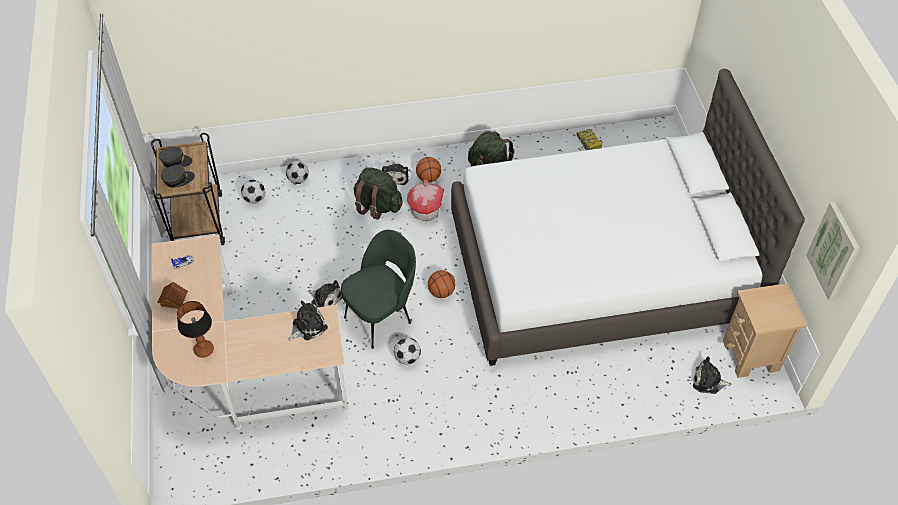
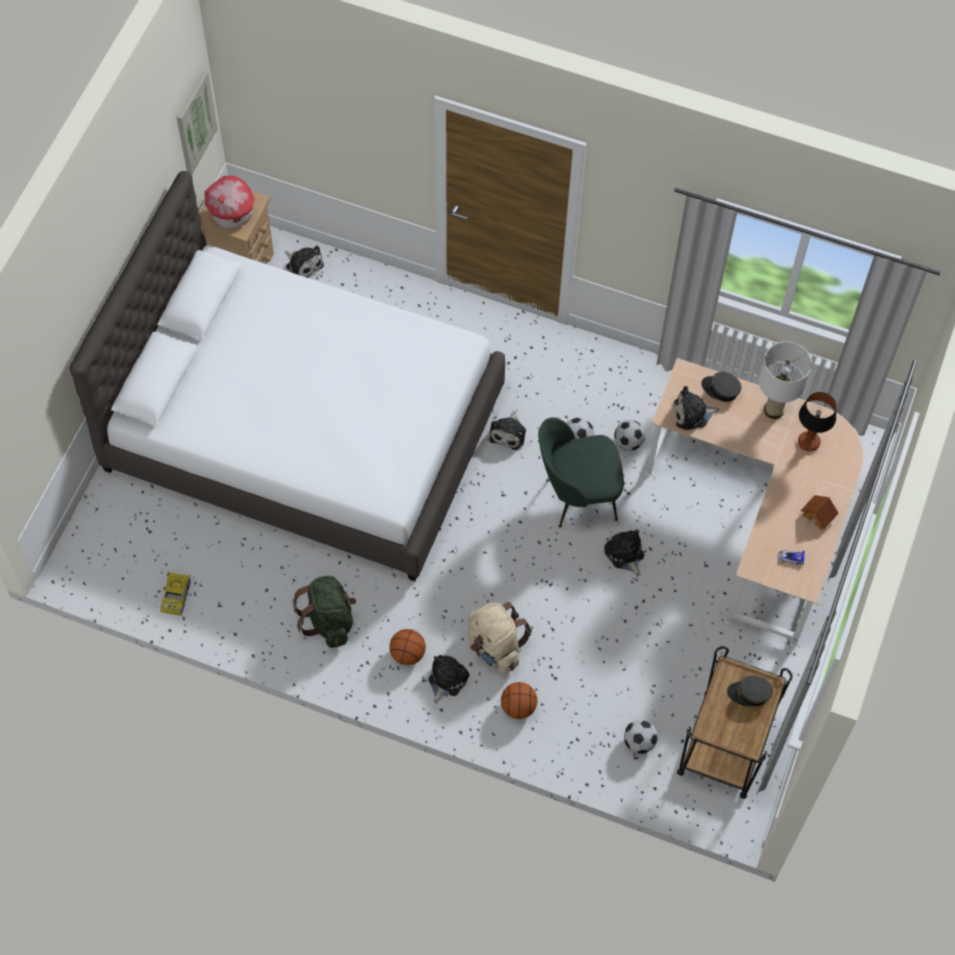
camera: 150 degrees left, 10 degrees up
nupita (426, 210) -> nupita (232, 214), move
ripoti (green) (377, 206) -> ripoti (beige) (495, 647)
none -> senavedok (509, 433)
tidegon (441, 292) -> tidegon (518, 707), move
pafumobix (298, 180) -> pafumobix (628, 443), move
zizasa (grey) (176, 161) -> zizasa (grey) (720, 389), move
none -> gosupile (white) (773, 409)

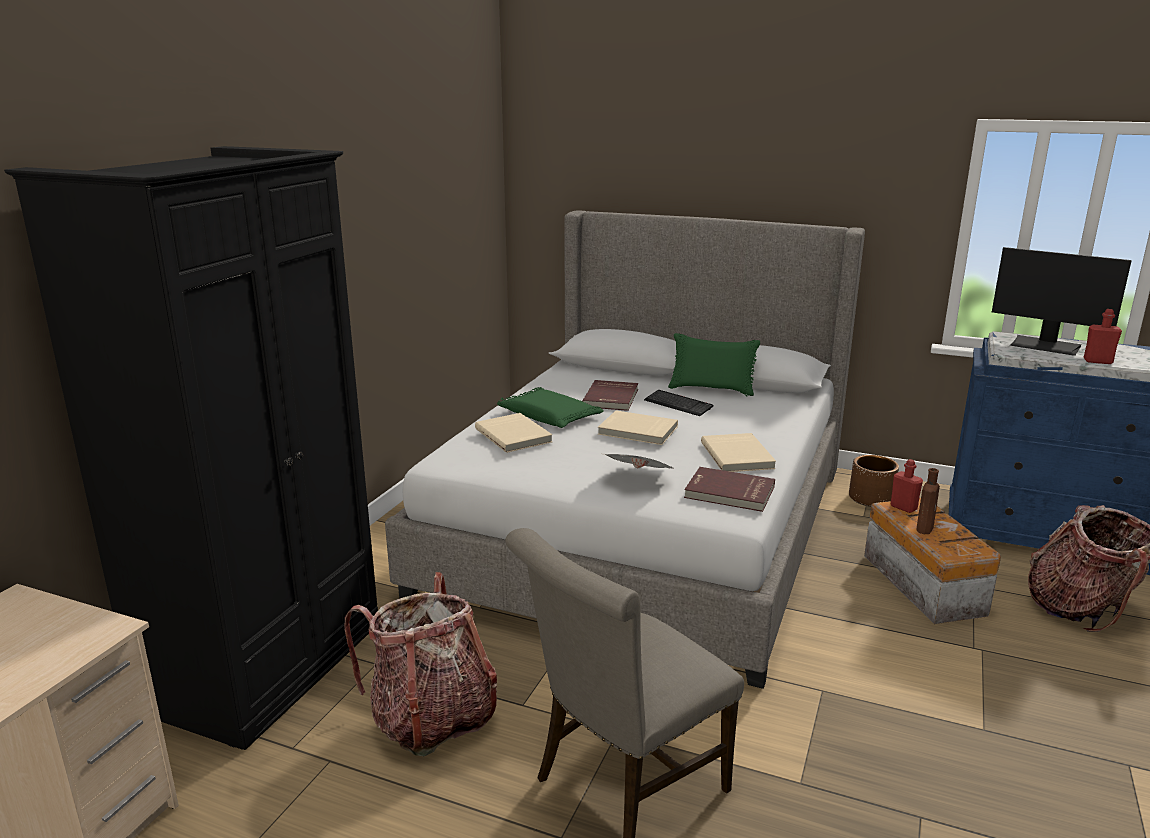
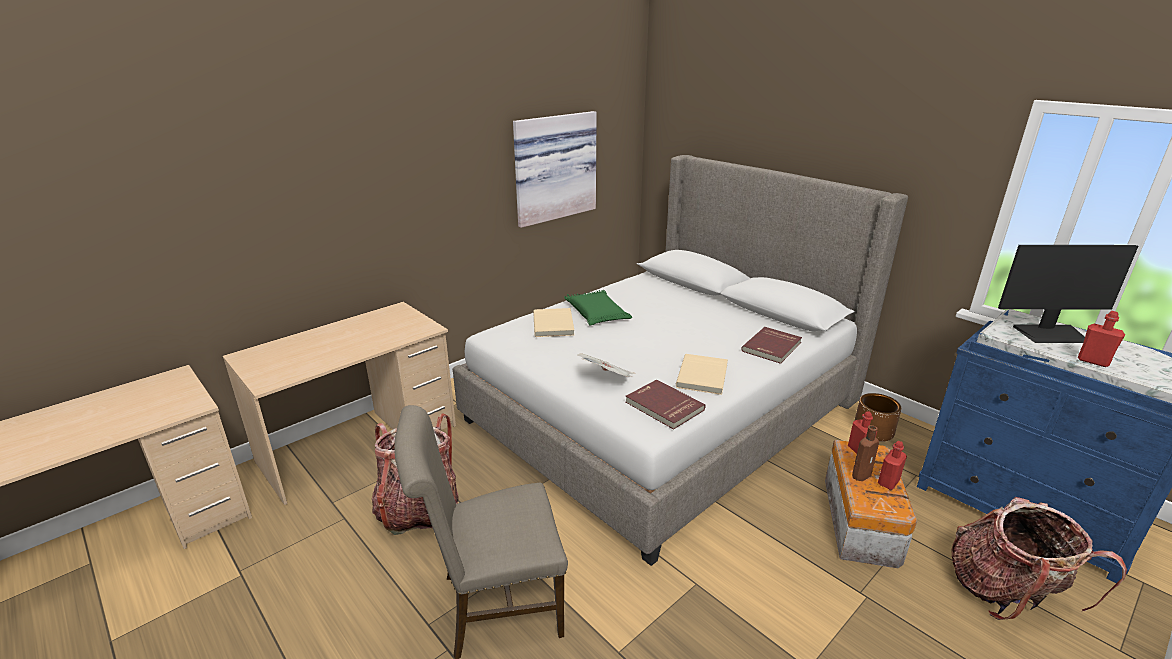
camera: 25 degrees right, 5 degrees up
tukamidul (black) (267, 665) -> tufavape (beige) (360, 444)
none -> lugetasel (553, 167)
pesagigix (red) (612, 398) -> pesagigix (red) (772, 347), move
none -> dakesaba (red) (888, 482)
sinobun (1046, 345) -> sinobun (1052, 333), 60 degrees counterclockwise
pesagigix (beige) (637, 431) -> none
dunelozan (678, 404) -> none
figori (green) (711, 389) -> none

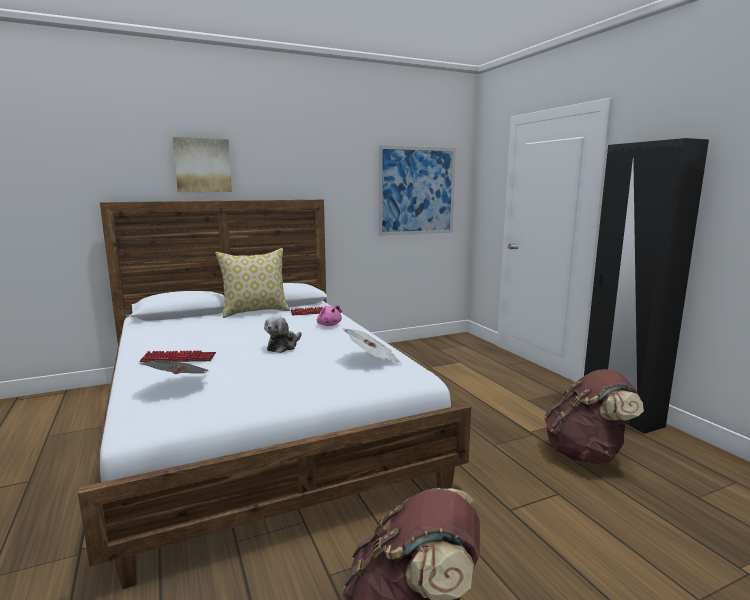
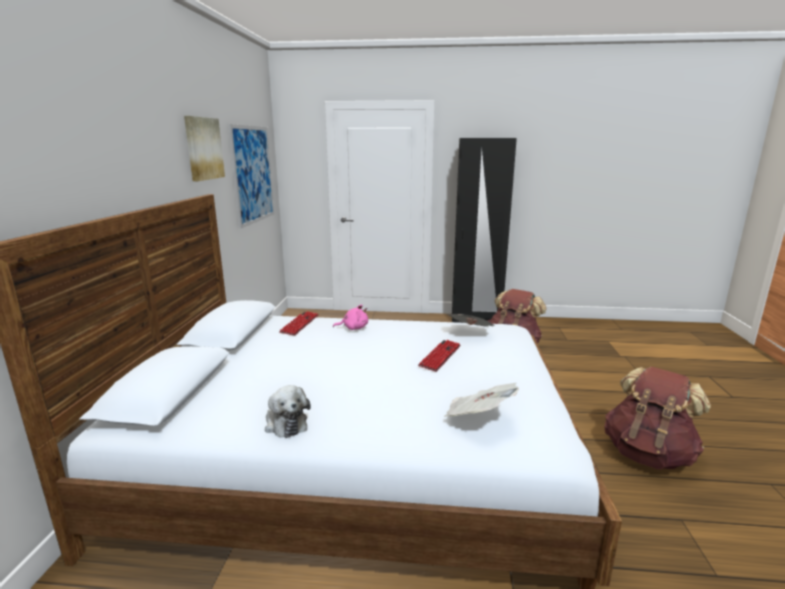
camera: 60 degrees left, 5 degrees up
lugetasel (202, 165) -> lugetasel (203, 148), move
senavedok (283, 346) -> senavedok (285, 423), move
dunelozan (178, 358) -> dunelozan (440, 356), move
figori (255, 312) -> none

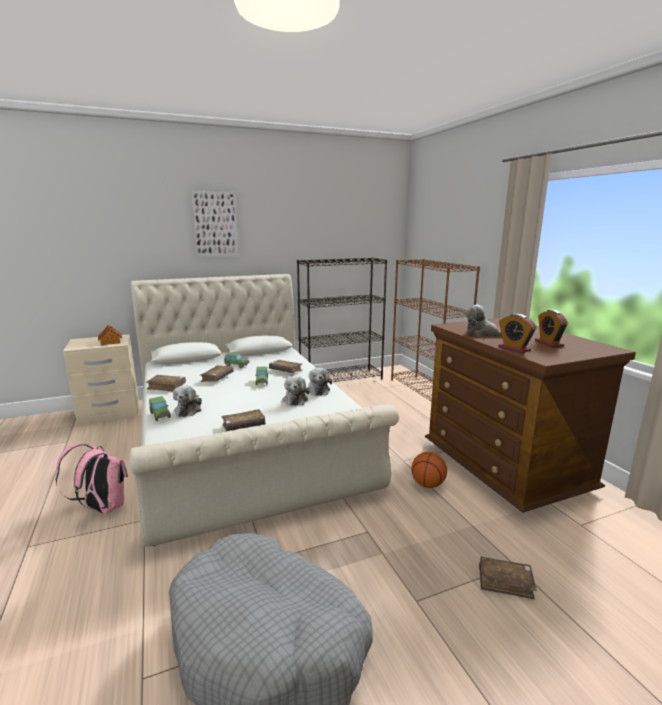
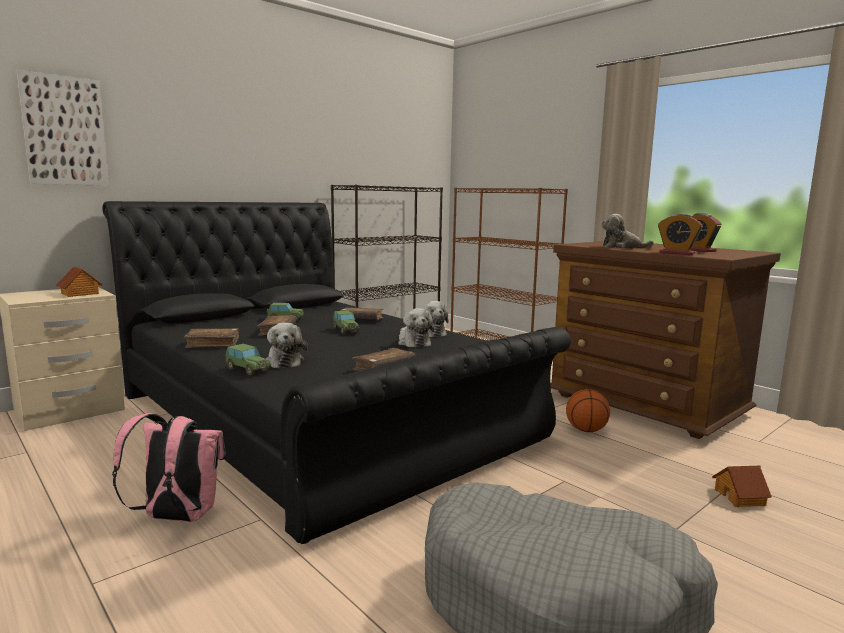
camera: 20 degrees left, 5 degrees down
lugetasel (215, 224) -> lugetasel (64, 131), move
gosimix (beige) (244, 438) -> gosimix (black) (318, 415)
pesagigix (brown) (505, 582) -> nupita (740, 497)

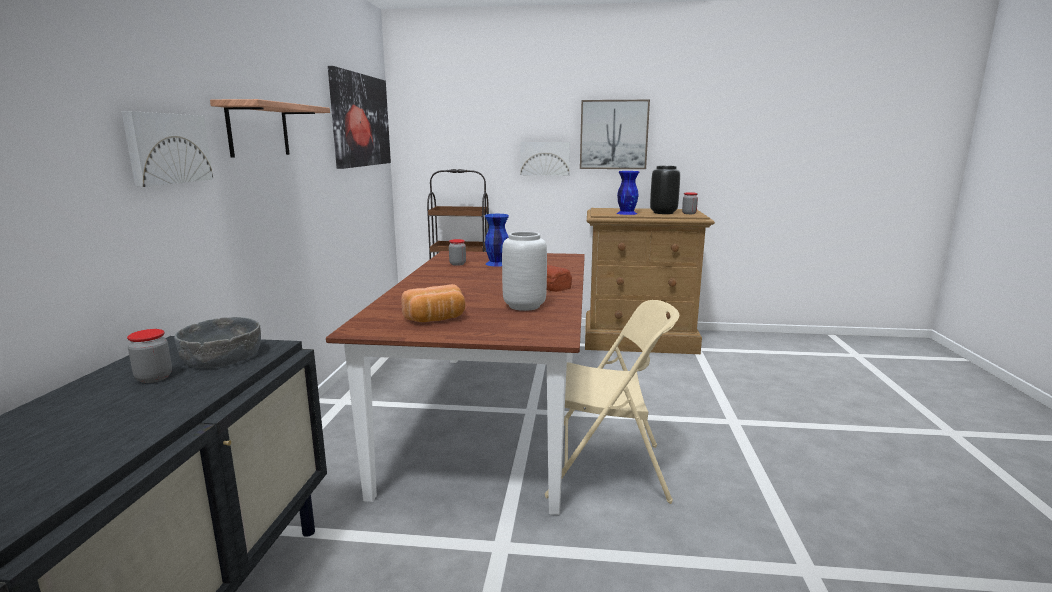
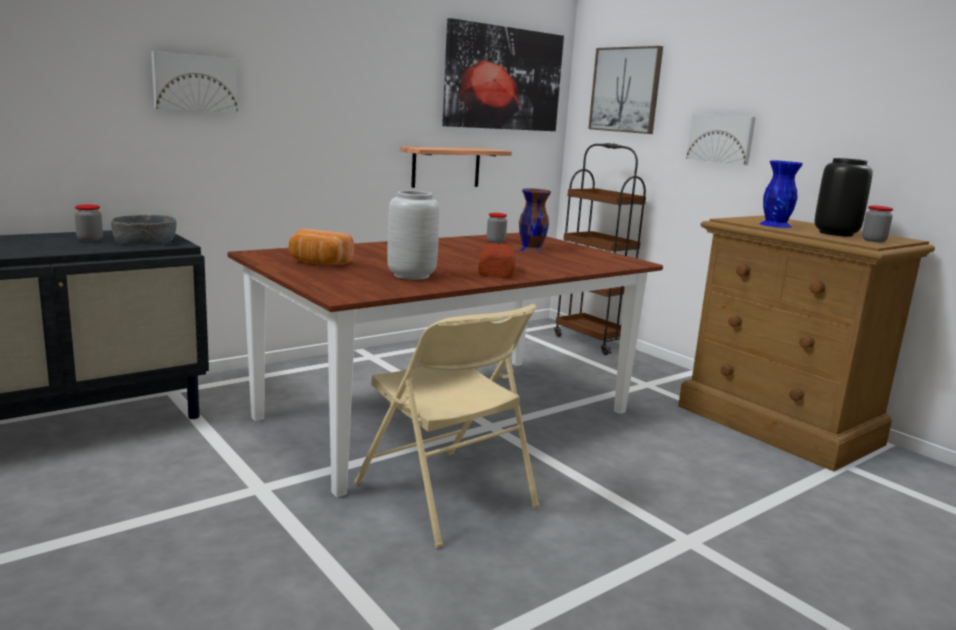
camera: 45 degrees right, 0 degrees up
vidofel (258, 130) -> vidofel (446, 167), move
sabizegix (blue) (497, 263) -> sabizegix (brown) (531, 249)
lugetasel (613, 135) -> lugetasel (625, 90), move

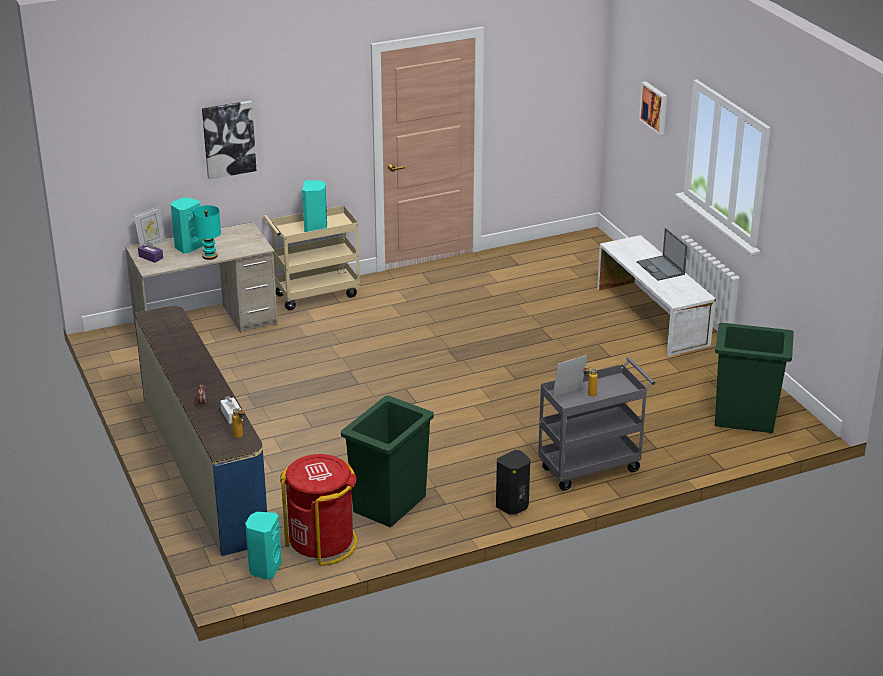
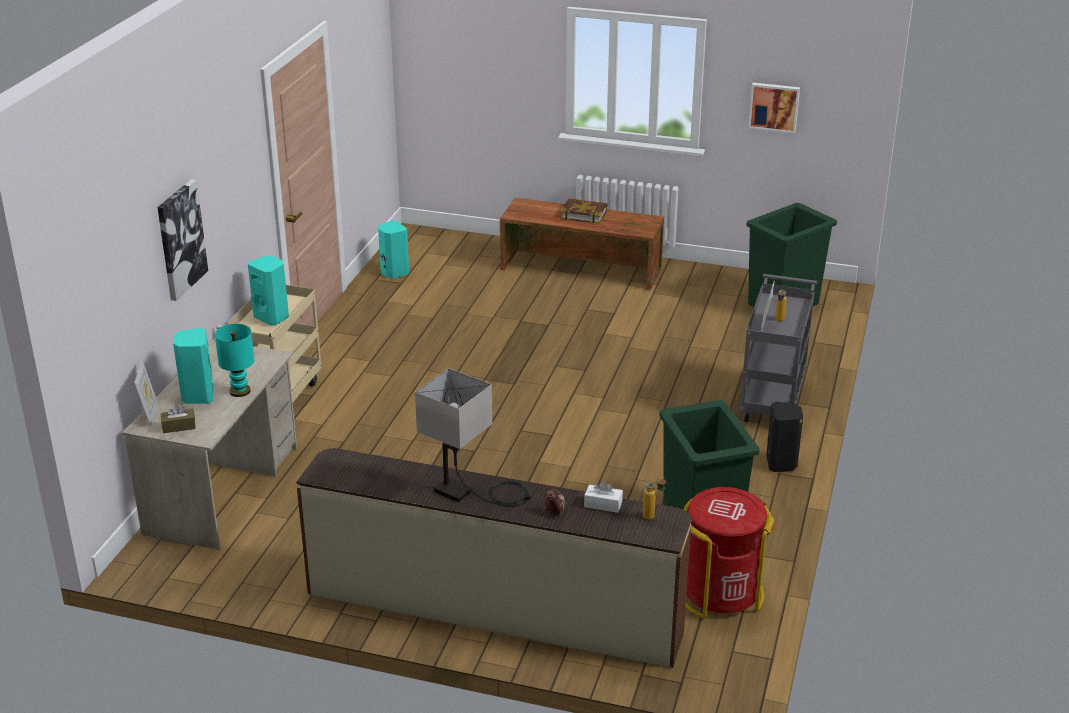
camera: 50 degrees left, 0 degrees up
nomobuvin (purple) (151, 257) -> nomobuvin (brown) (179, 426)
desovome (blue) (204, 466) -> desovome (brown) (494, 609)
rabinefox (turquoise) (264, 569) -> rabinefox (turquoise) (393, 273), move
none -> gosupile (476, 494)
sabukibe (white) (653, 316) -> sabukibe (brown) (582, 268)
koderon (661, 268) -> pesagigix (584, 214)
lugetasel (655, 107) -> lugetasel (774, 107), move

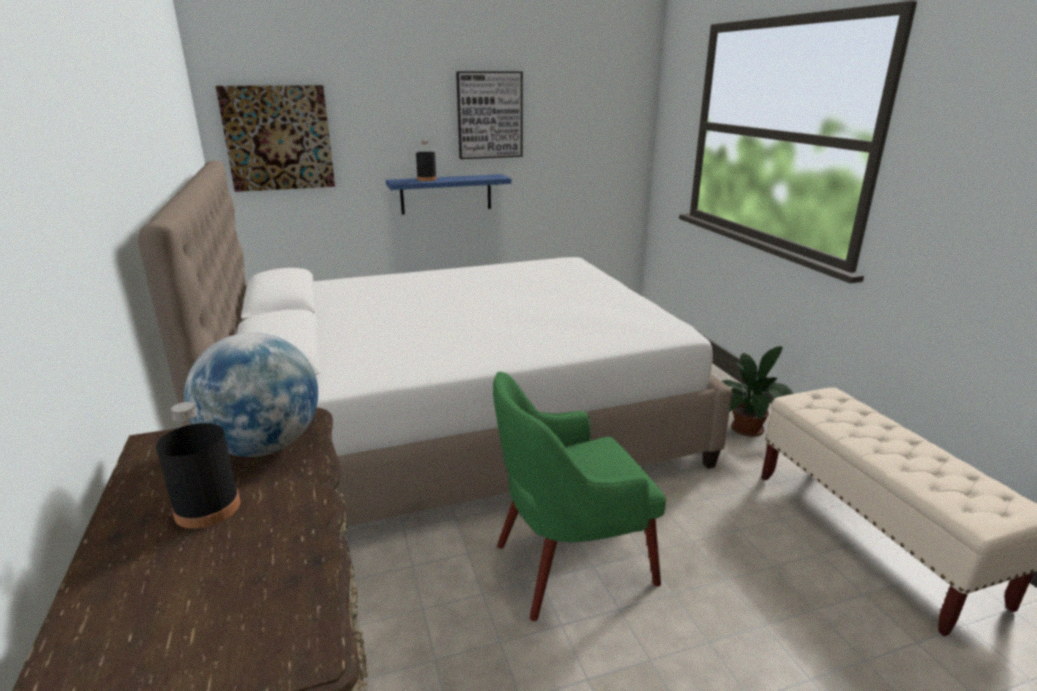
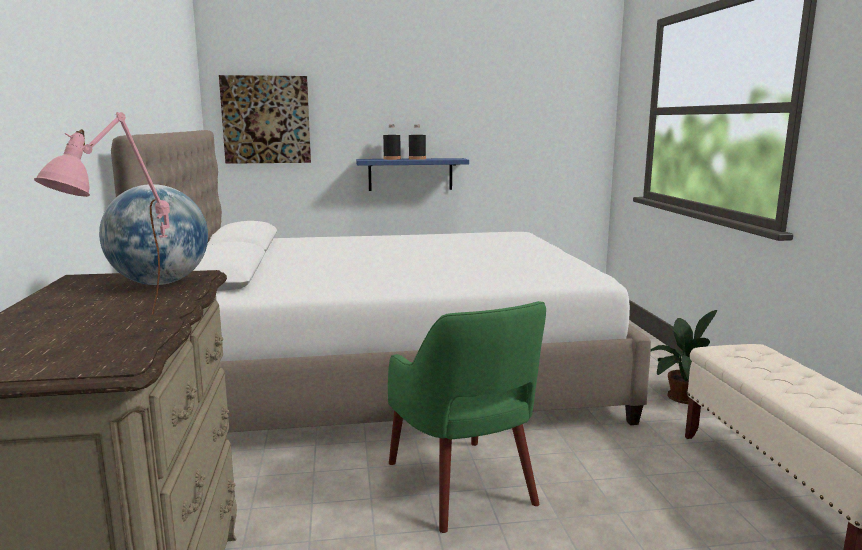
camera: 10 degrees right, 10 degrees down
none -> gosupile (pink) (127, 329)
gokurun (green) (569, 564) -> gokurun (green) (462, 485), 105 degrees counterclockwise
dakesaba (black) (207, 508) -> dakesaba (black) (417, 159), move
lugetasel (489, 115) -> none

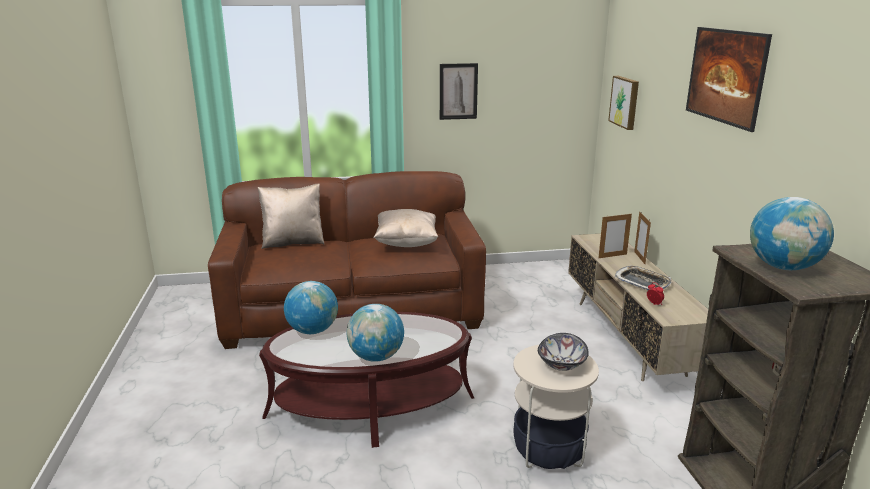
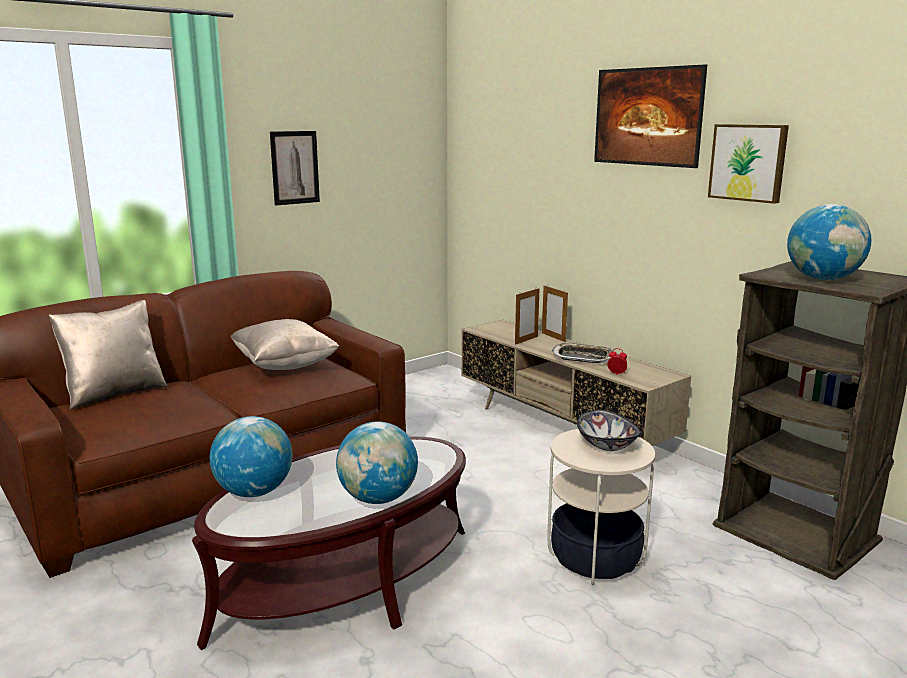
camera: 30 degrees left, 5 degrees down
lugetasel (625, 102) -> lugetasel (748, 162), move

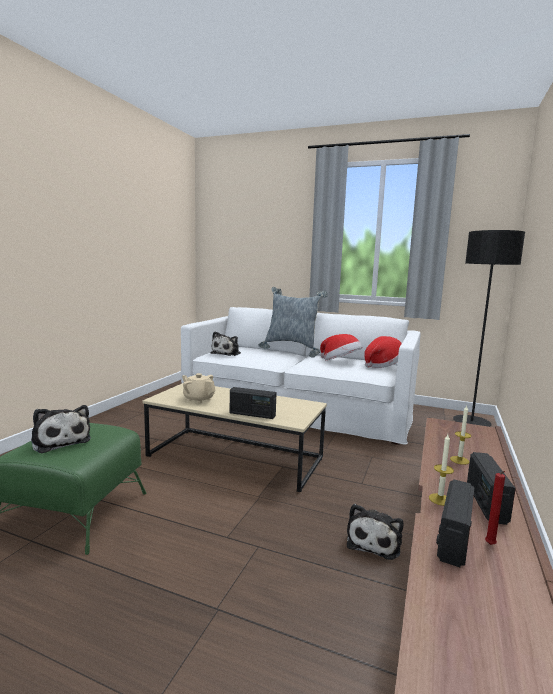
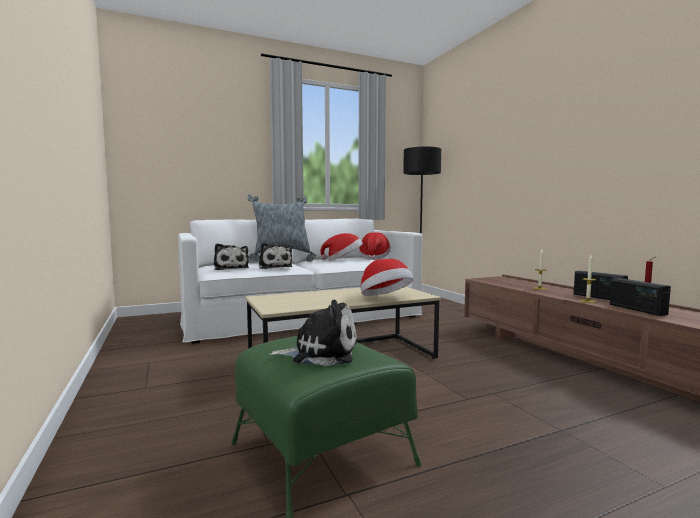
camera: 45 degrees left, 5 degrees down
senavedok (374, 541) -> senavedok (275, 267), move
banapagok (252, 414) -> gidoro (385, 299)
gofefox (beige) (198, 399) -> none

